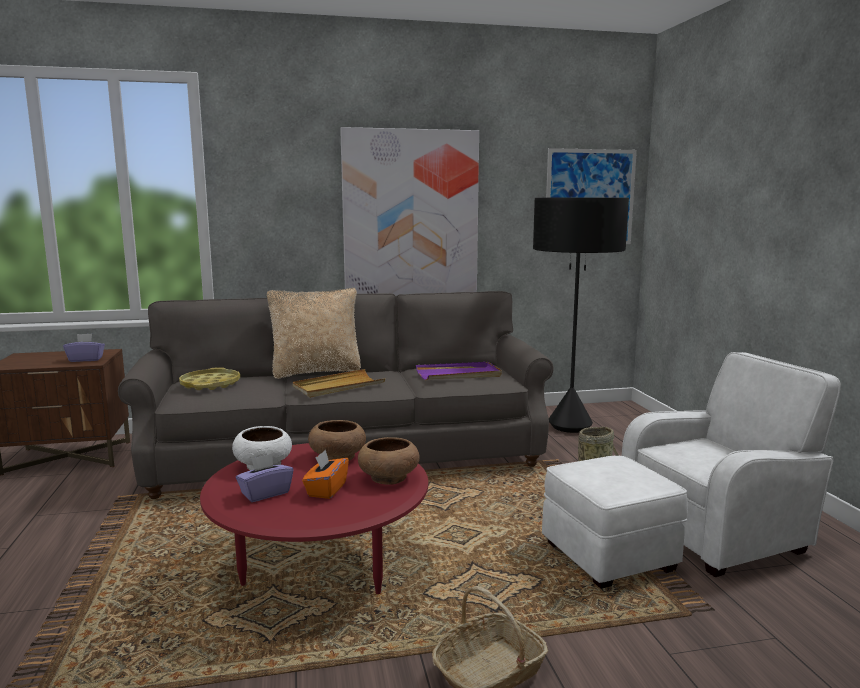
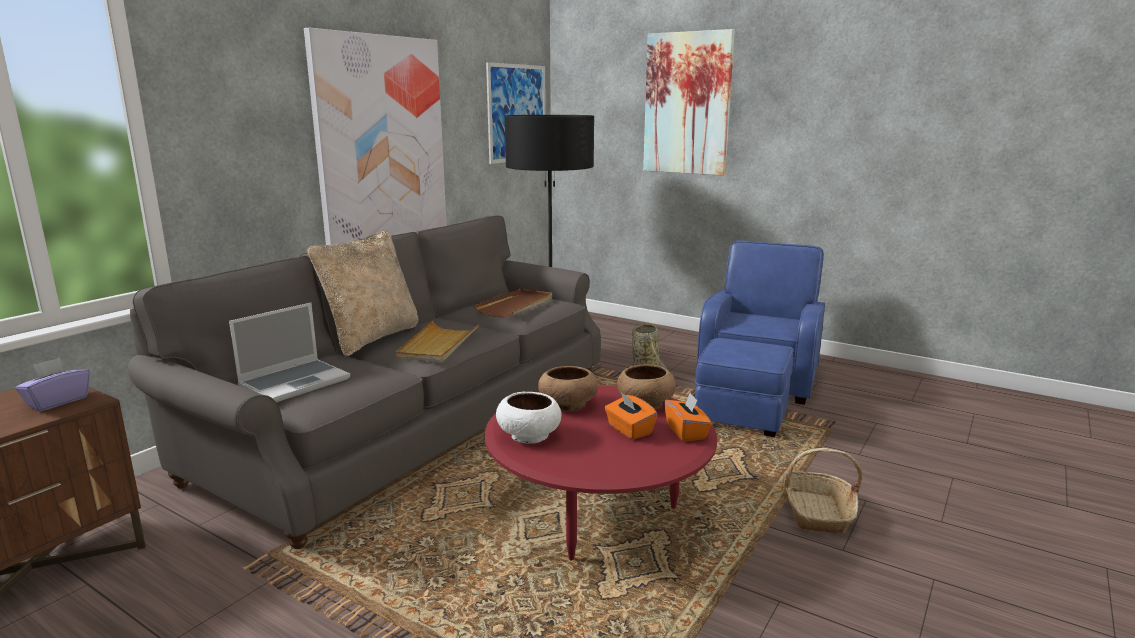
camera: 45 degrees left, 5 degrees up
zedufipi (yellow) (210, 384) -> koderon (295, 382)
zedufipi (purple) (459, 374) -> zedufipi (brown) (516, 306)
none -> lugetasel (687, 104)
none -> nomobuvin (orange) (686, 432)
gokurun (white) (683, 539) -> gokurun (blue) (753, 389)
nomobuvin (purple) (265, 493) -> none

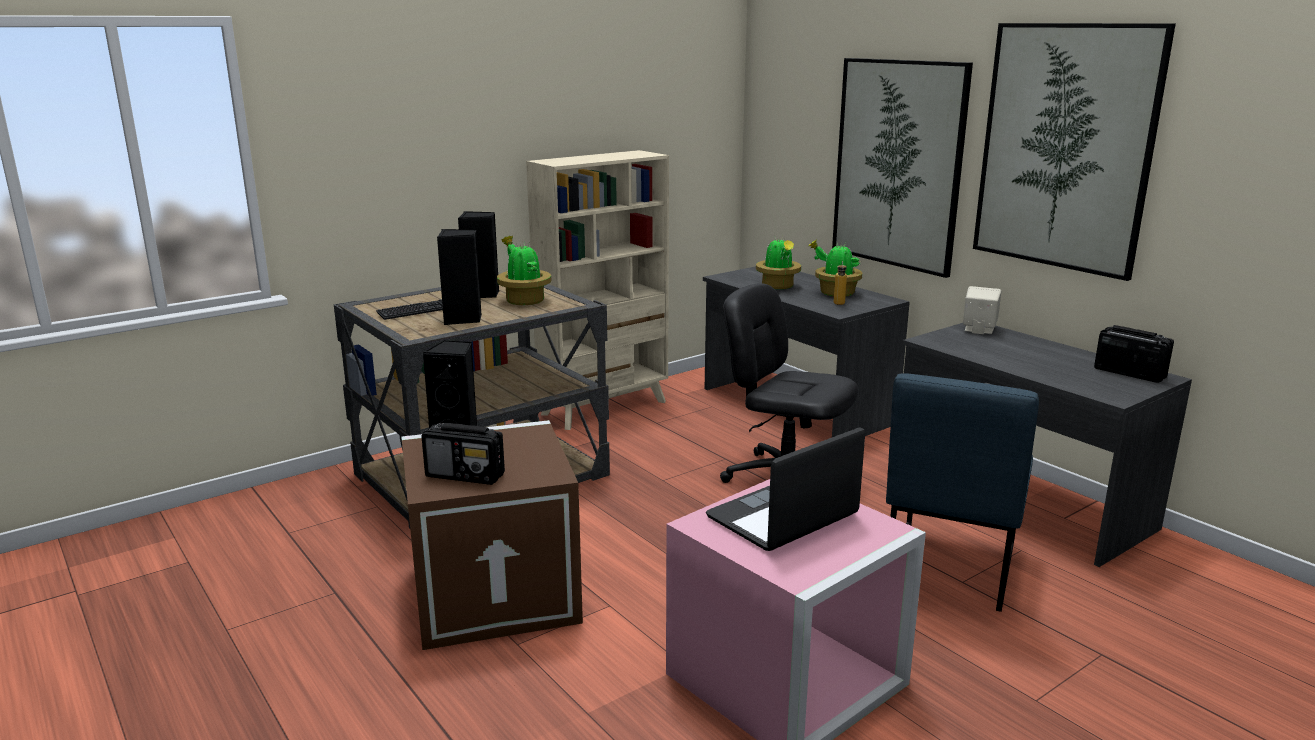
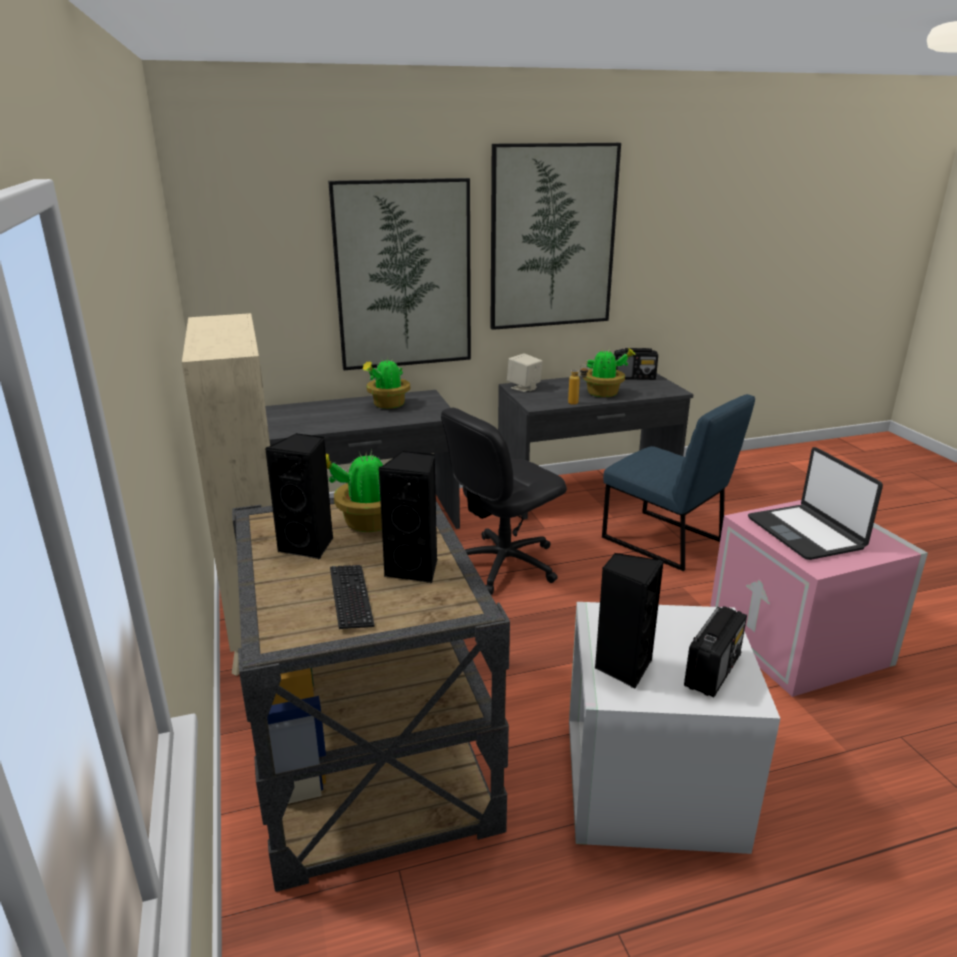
camera: 70 degrees left, 5 degrees up
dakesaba (839, 305) -> dakesaba (577, 404), move
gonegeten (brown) (496, 591) -> gonegeten (white) (648, 779)
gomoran (778, 286) -> gomoran (604, 393), move
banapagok (1129, 373) -> banapagok (634, 377), 150 degrees counterclockwise

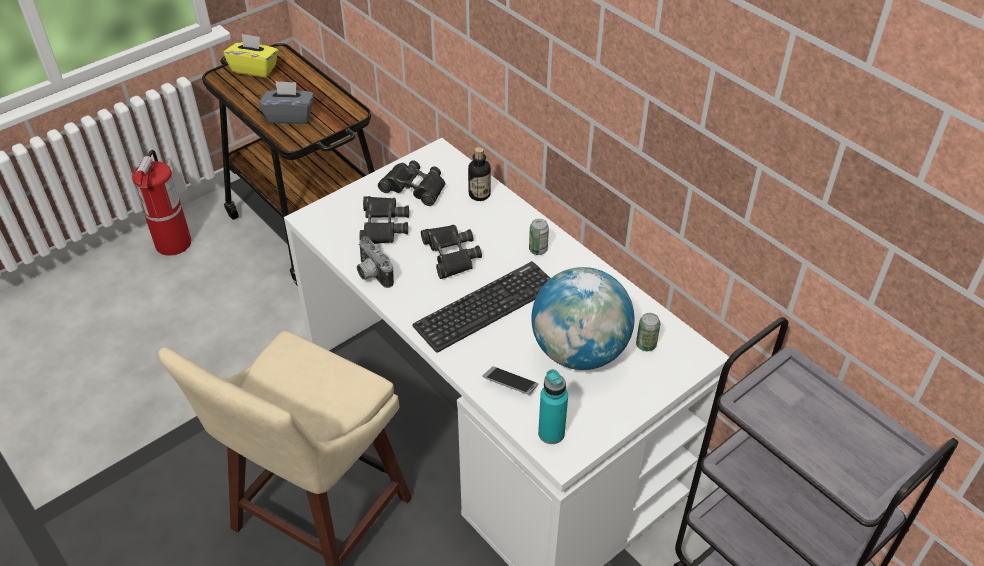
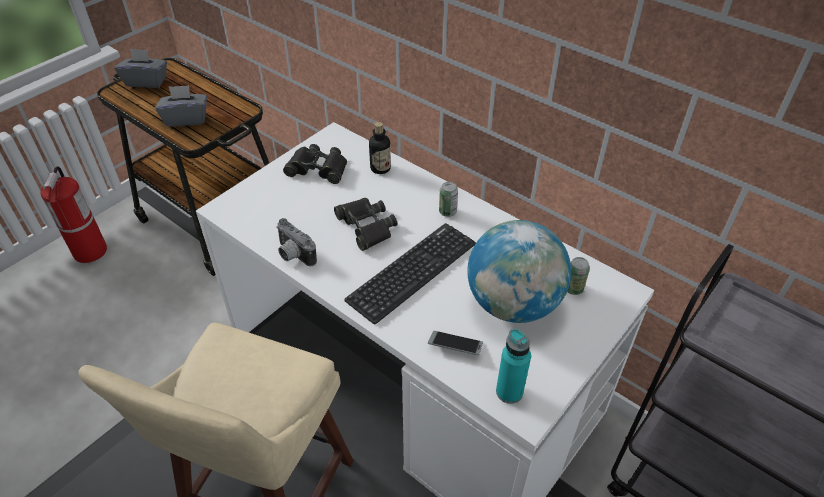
camera: 10 degrees left, 0 degrees up
nomobuvin (yellow) (254, 69) -> nomobuvin (grey) (146, 81)
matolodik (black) (382, 225) -> none

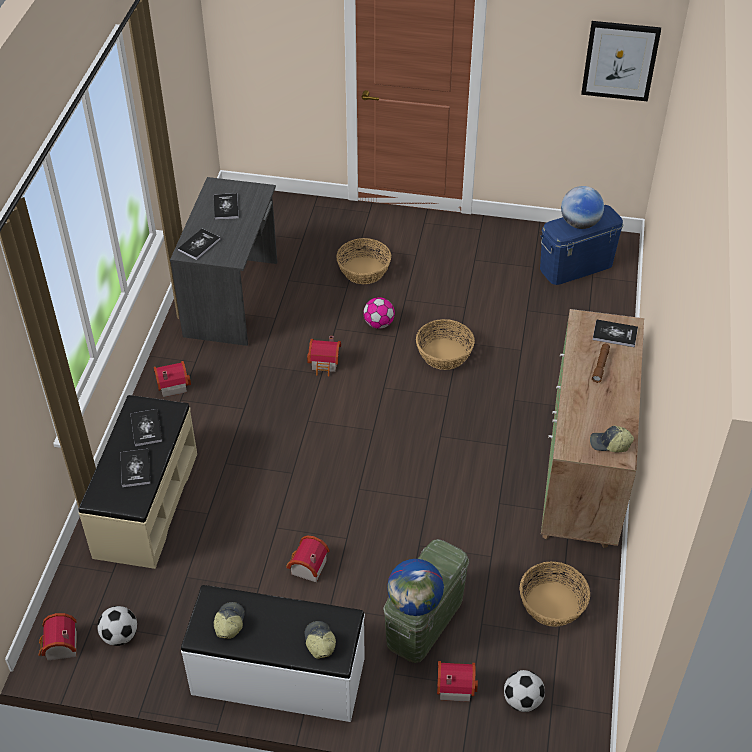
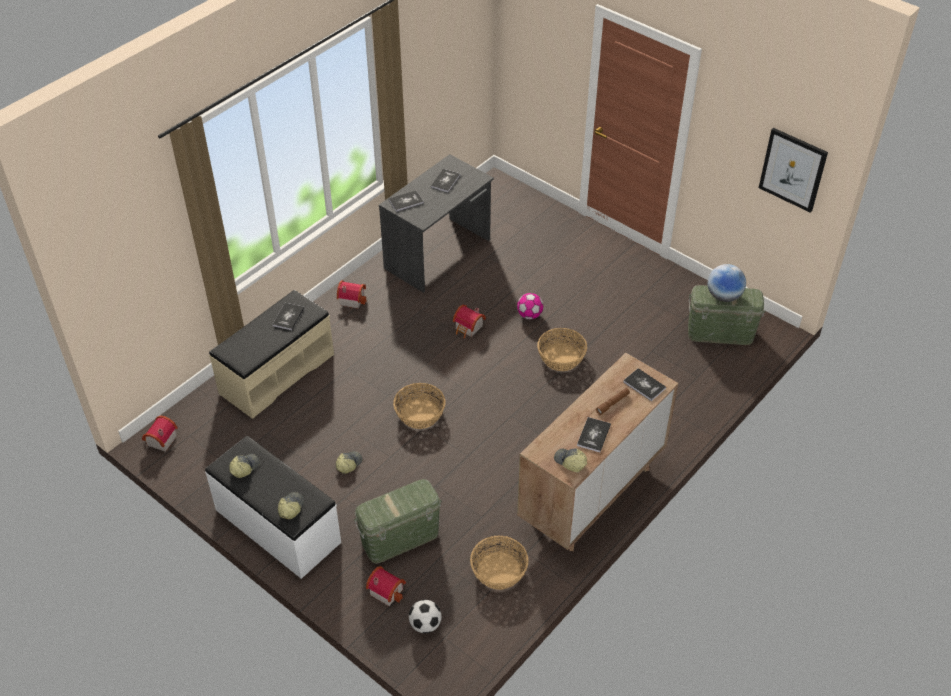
camera: 30 degrees right, 0 degrees up
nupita (306, 567) -> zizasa (348, 464)
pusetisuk (363, 271) -> pusetisuk (419, 414), move
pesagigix (135, 468) -> pesagigix (593, 435), move
gonegeten (blue) (576, 266) -> gonegeten (green) (720, 332)
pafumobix (120, 636) -> none
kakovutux (415, 602) -> none

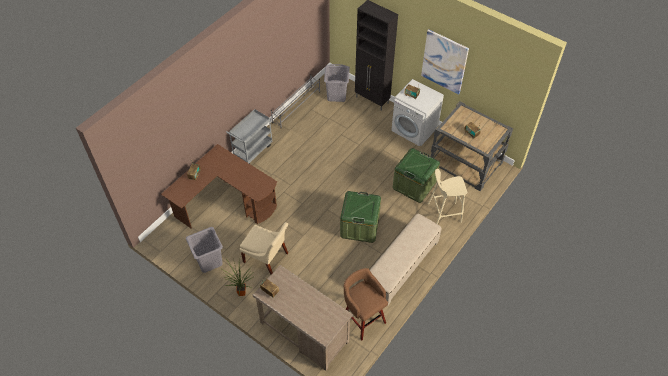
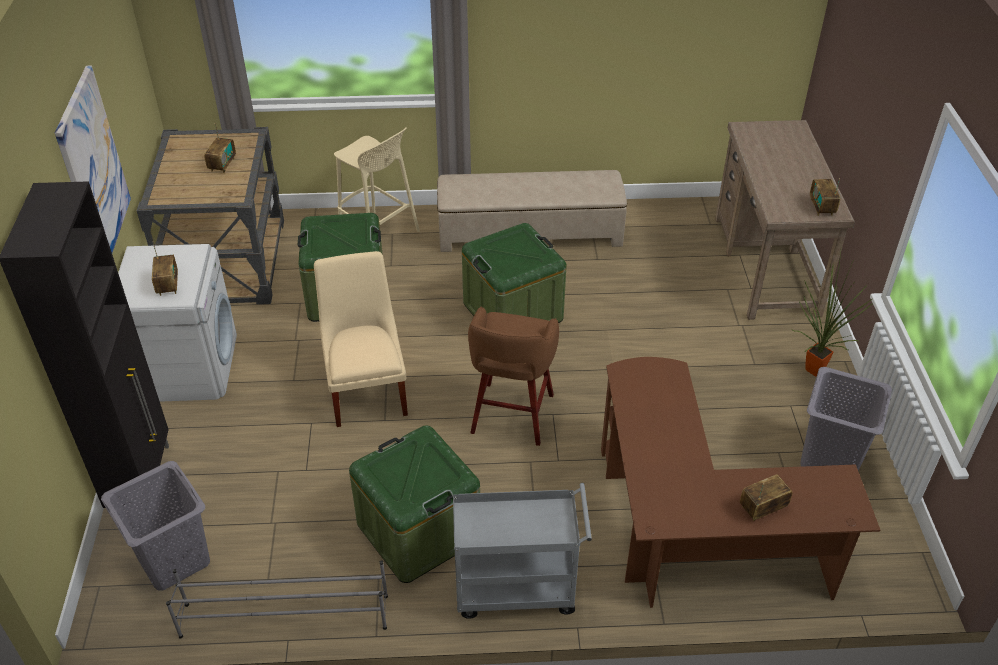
camera: 130 degrees left, 10 degrees down
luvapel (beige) (267, 259) -> luvapel (beige) (367, 388), move
none -> gonegeten (green) (418, 531)
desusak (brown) (363, 318) -> desusak (brown) (511, 416), move

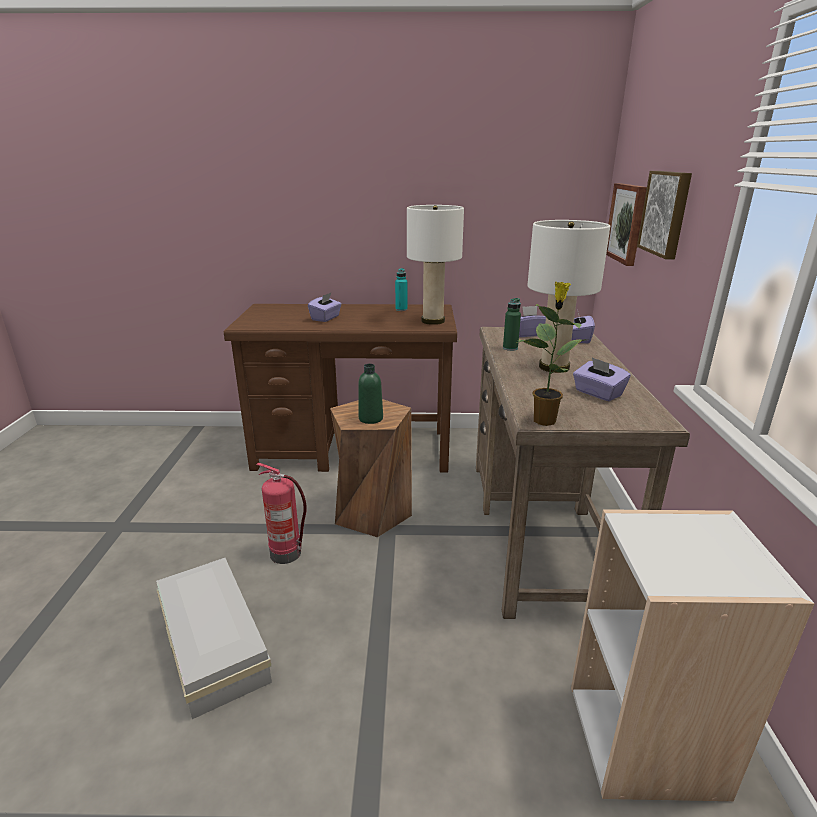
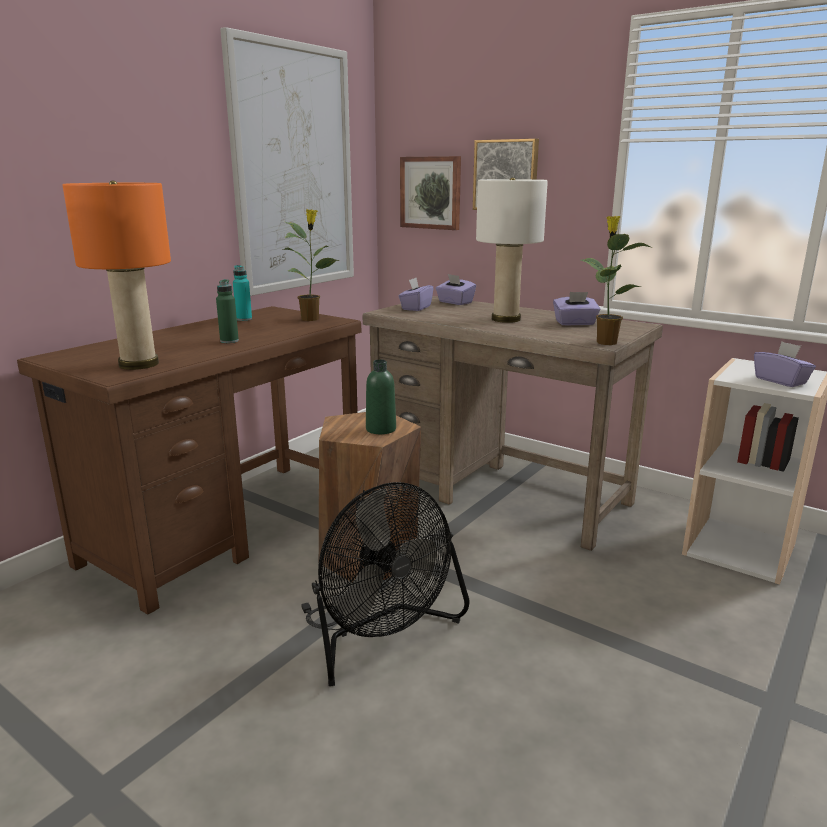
camera: 55 degrees left, 5 degrees down
none -> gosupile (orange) (139, 364)
dakesaba (green) (510, 348) -> dakesaba (green) (229, 341), move
none -> lugetasel (293, 170)
gosupile (white) (432, 321) -> gomoran (311, 319)
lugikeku (287, 553) -> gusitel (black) (375, 636)
nomobuvin (purple) (326, 318) -> nomobuvin (purple) (780, 381), move
gonegeten (white) (215, 641) -> none

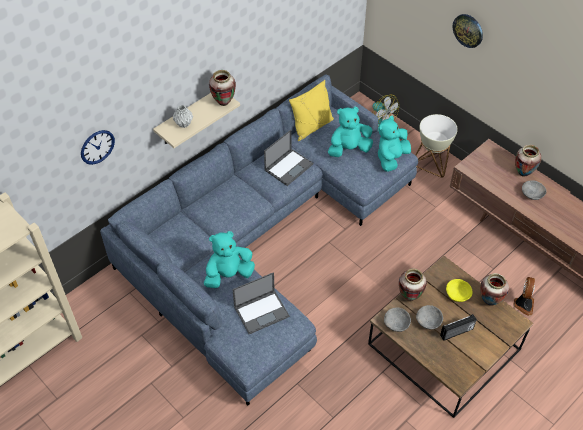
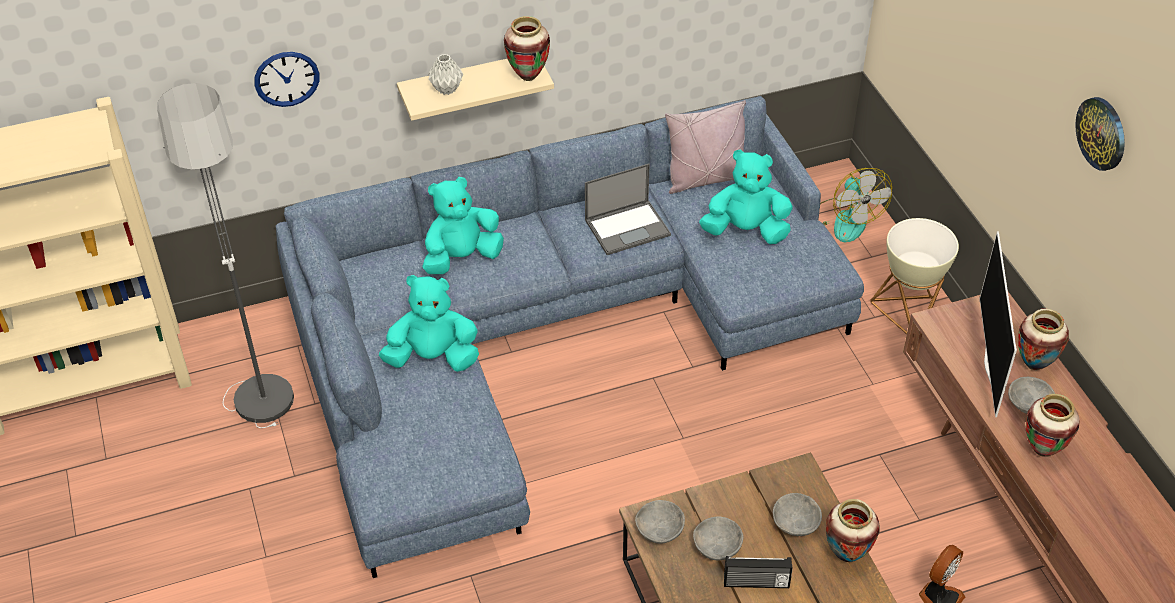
camera: 25 degrees right, 5 degrees down
none -> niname (253, 368)
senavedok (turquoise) (391, 158) -> senavedok (turquoise) (461, 258), move
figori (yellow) (312, 127) -> figori (purple) (706, 179)
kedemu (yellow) (457, 294) -> kedemu (grey) (795, 523)
none -> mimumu (992, 365)
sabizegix (409, 297) -> sabizegix (1042, 450), move
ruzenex (468, 30) -> ruzenex (1102, 133), move
koderon (262, 311) -> none

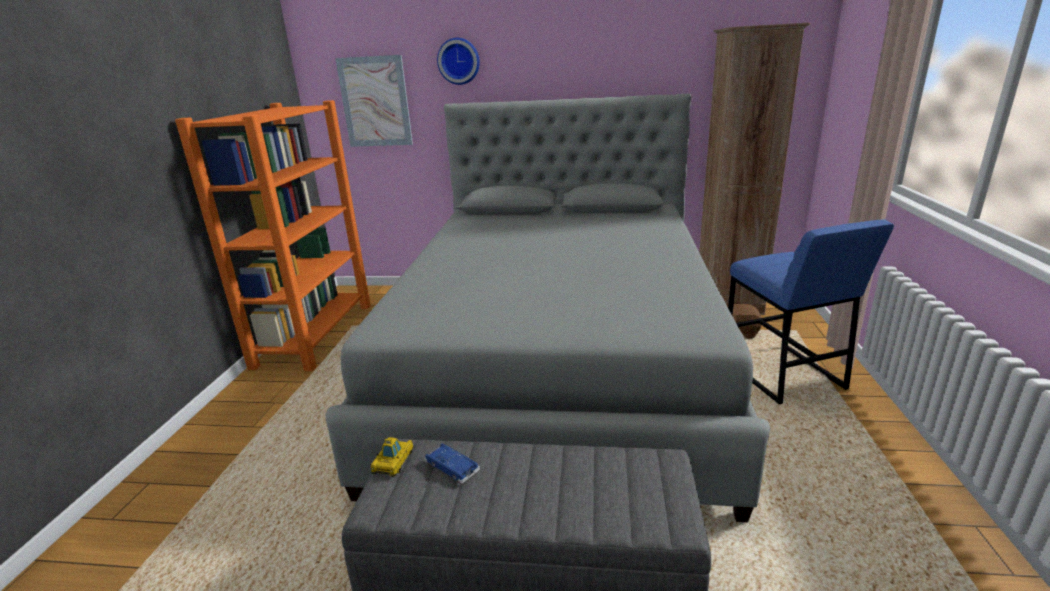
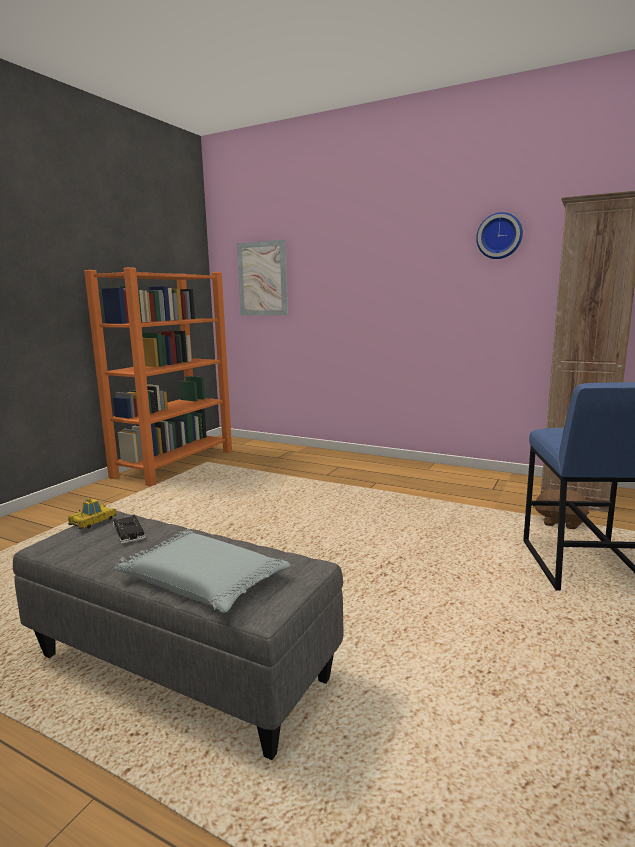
camera: 20 degrees right, 10 degrees down
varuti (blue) (452, 467) -> varuti (black) (129, 533)
none -> figori (blue) (203, 578)
ruzenex (459, 61) -> ruzenex (499, 236), move
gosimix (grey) (559, 364) -> none

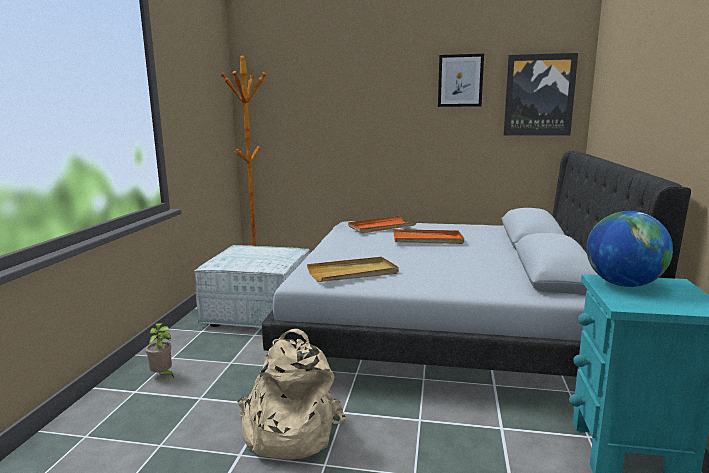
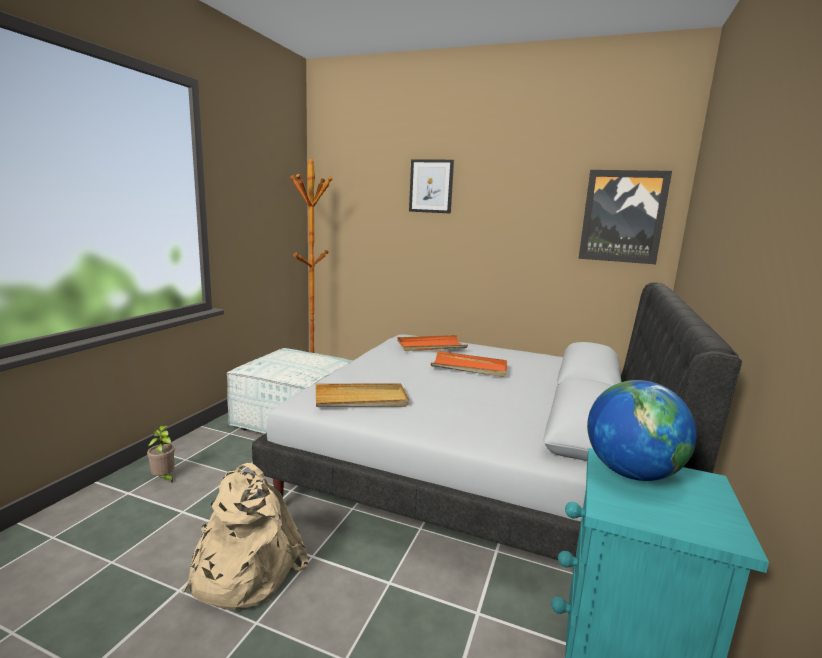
camera: 10 degrees right, 0 degrees up
lugetasel (460, 80) -> lugetasel (431, 186), move

